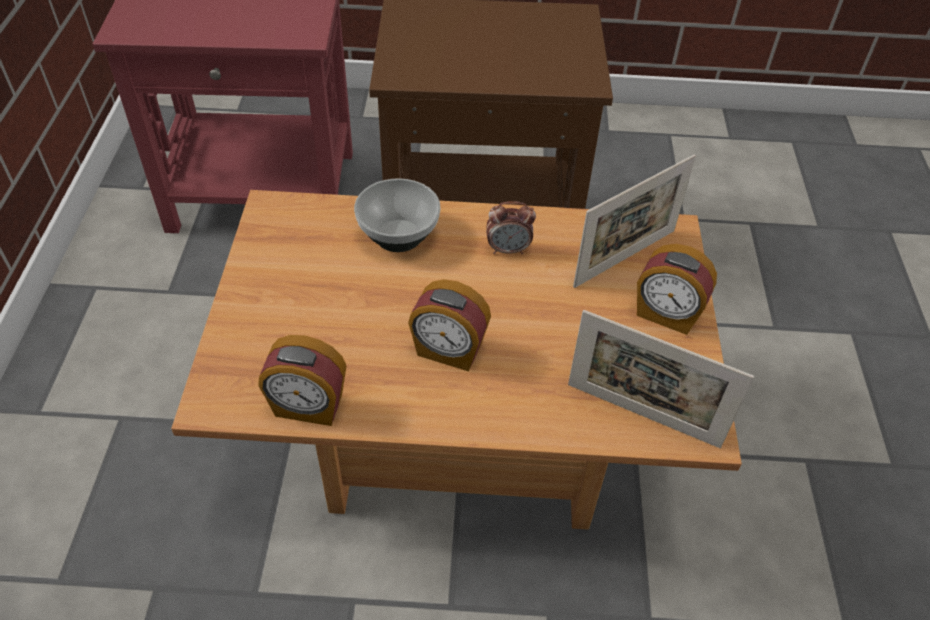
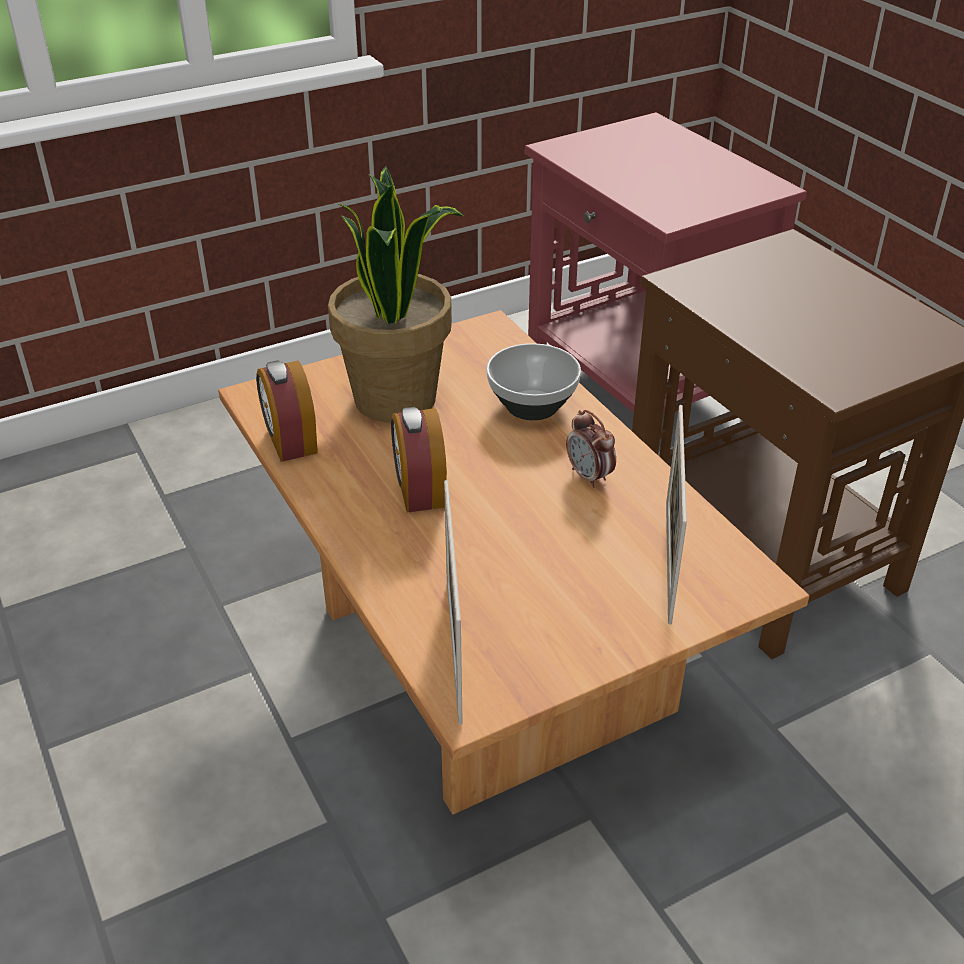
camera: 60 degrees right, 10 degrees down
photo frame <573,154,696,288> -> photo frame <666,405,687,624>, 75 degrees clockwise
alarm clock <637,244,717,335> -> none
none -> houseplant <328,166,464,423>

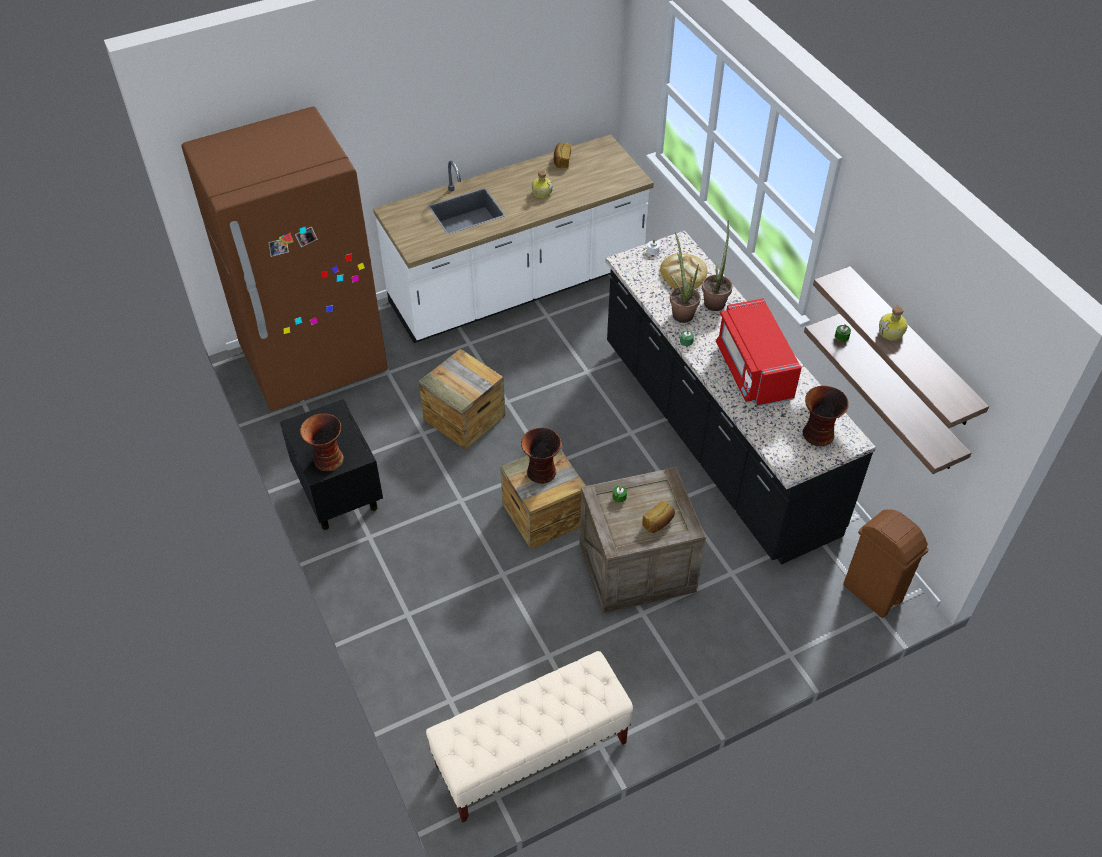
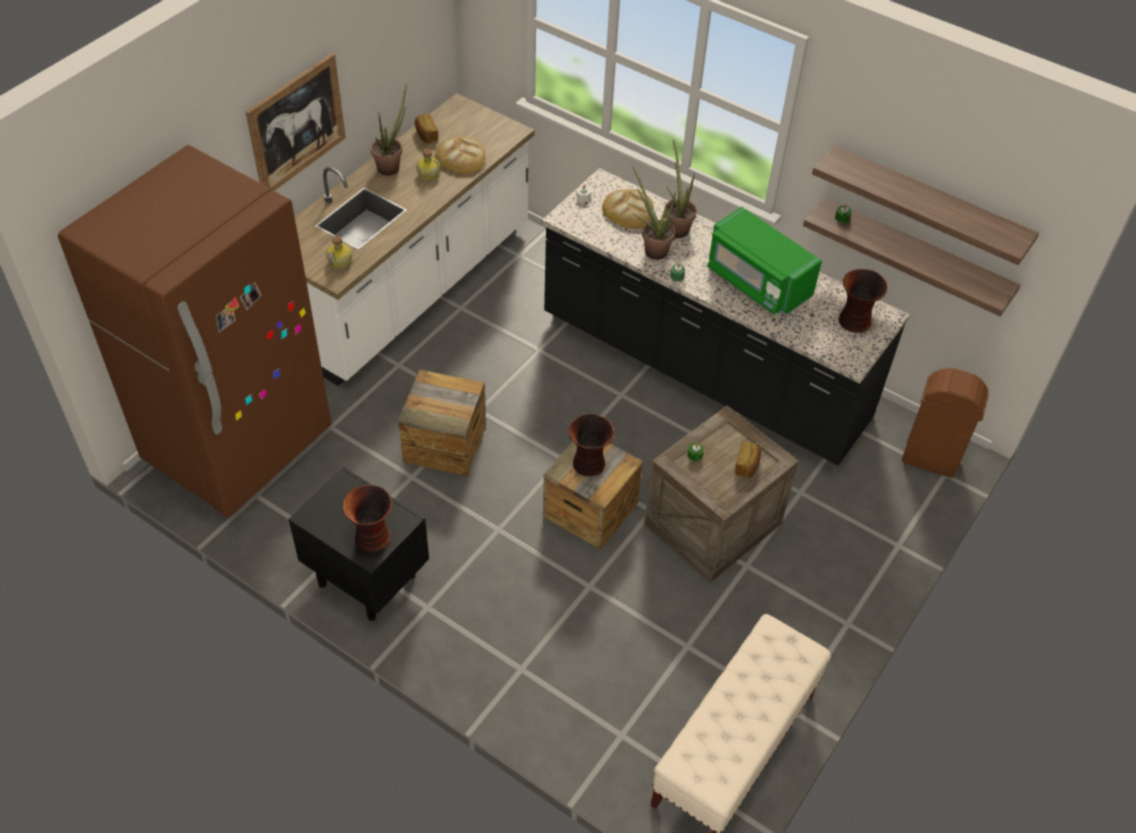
camera: 30 degrees left, 0 degrees up
red-coloured microwave <716,298,802,407> -> green microwave <707,207,822,315>
drink bottle <879,306,908,341> -> drink bottle <326,236,352,269>, moved
none -> picture <246,53,346,191>
none -> houseplant <371,83,407,176>
none -> baked bread <435,136,486,174>

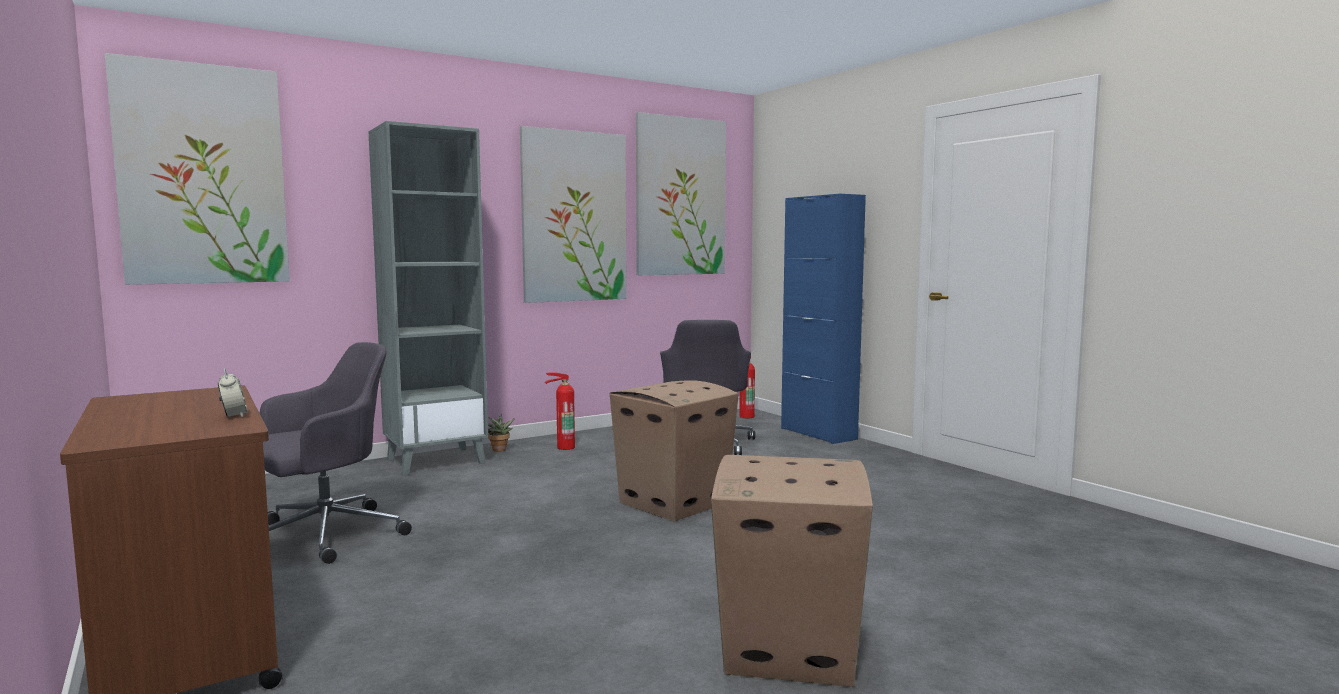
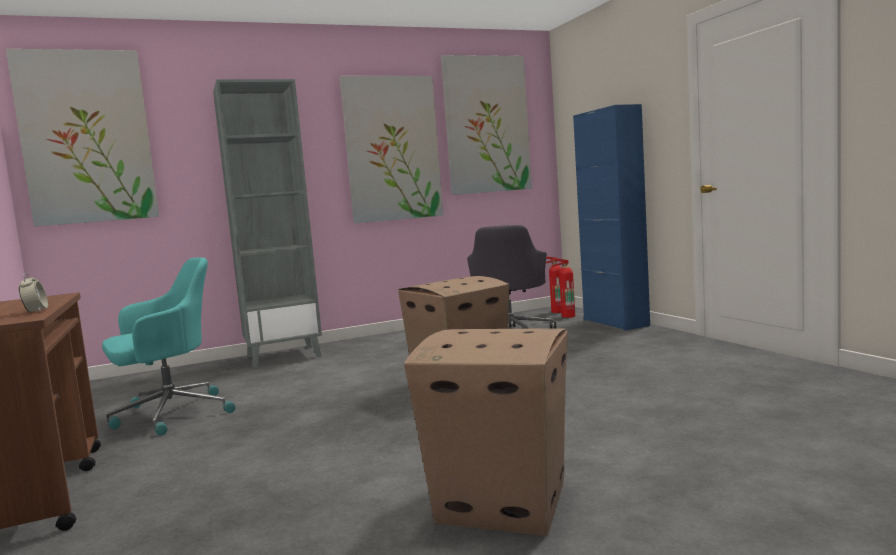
camera: 10 degrees right, 0 degrees up
grey desk chair <260,342,412,564> -> turquoise desk chair <102,257,235,436>
houseplant <488,414,515,452> -> none
fire extinguisher <545,372,575,450> -> fire extinguisher <551,259,575,318>, moved

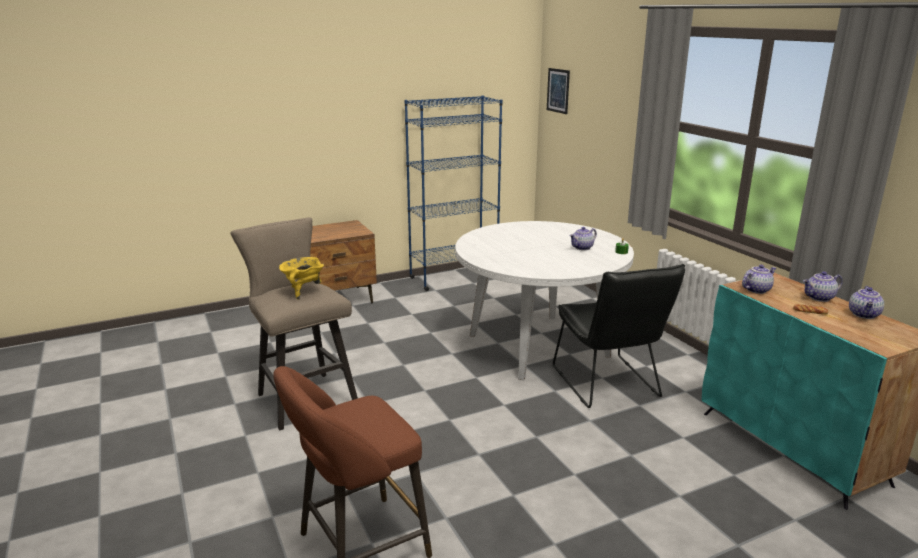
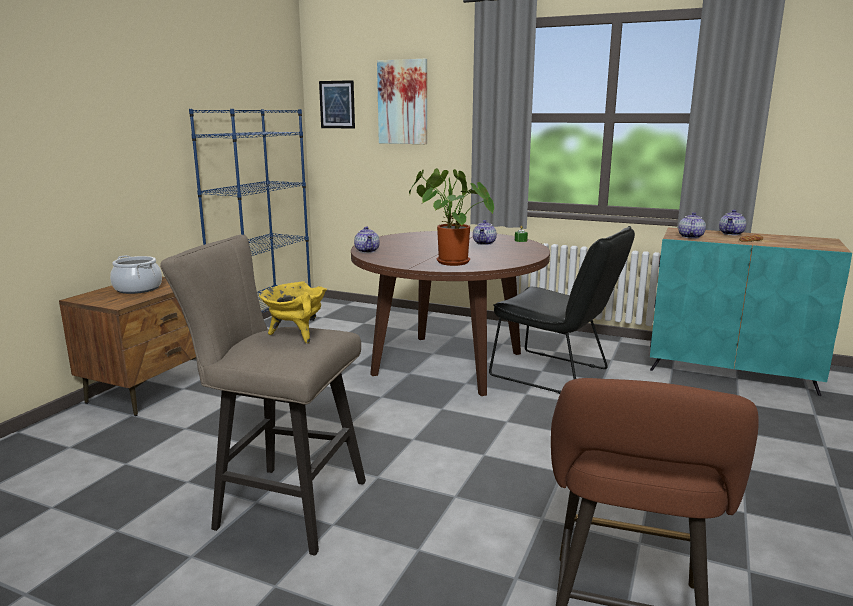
camera: 40 degrees left, 5 degrees down
whitish dinner table <455,221,634,380> -> brown dinner table <351,231,550,396>
pot for tea <849,286,884,319> -> pot for tea <354,227,380,253>, moved
none -> cooking pot <110,255,162,294>
none -> picture <377,59,427,144>
none -> houseplant <409,168,494,266>

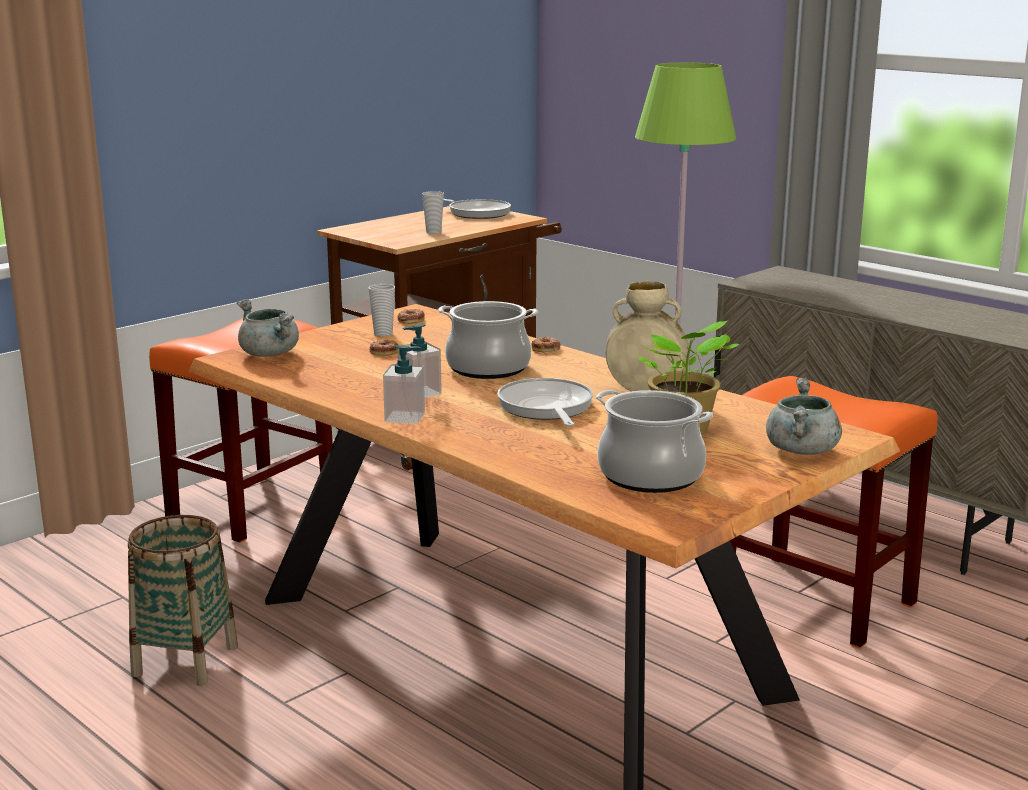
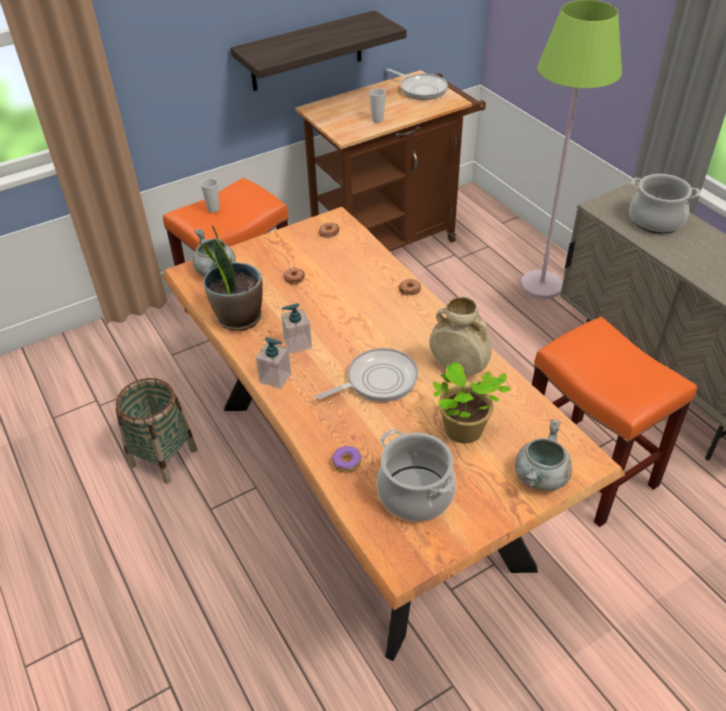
camera: 15 degrees right, 25 degrees up
drinking cup <369,284,395,336> -> drinking cup <200,178,220,213>, moved
cooking pot <438,301,538,379> -> cooking pot <629,174,701,233>, moved
pan <497,378,593,427> -> pan <316,348,418,402>, 60 degrees clockwise
none -> houseplant <200,225,263,331>
none -> shelf <231,10,407,91>
none -> ring doughnut <332,445,361,473>

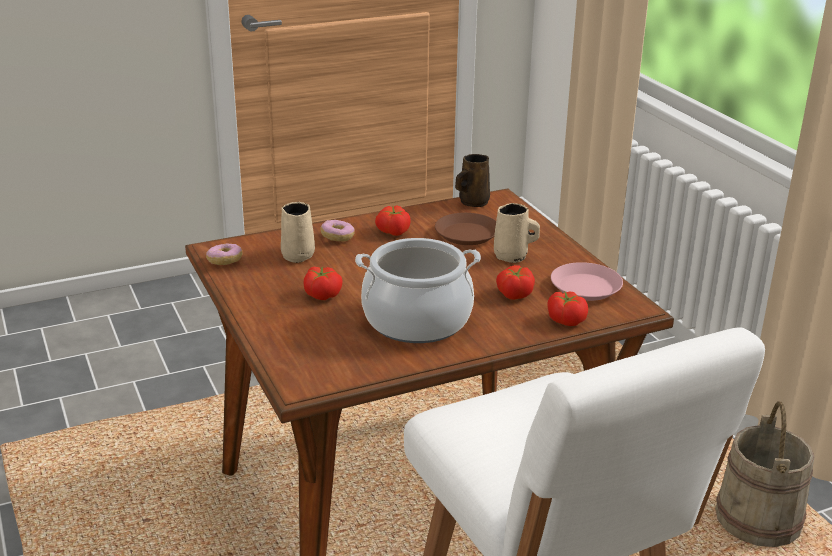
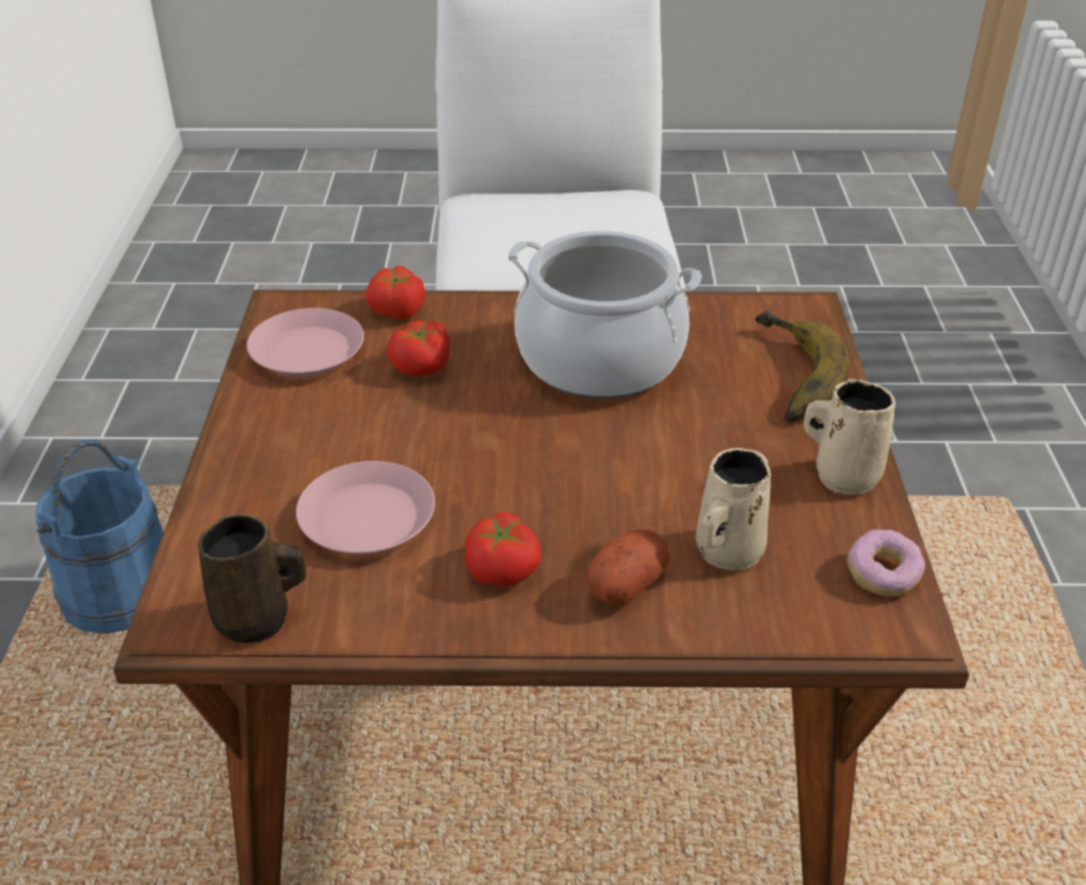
camera: 155 degrees left, 10 degrees up
whole tomato <303,266,342,300> -> none
ring doughnut <320,220,355,241> -> whole potato <586,529,670,606>
brown dinner plate <435,213,496,245> -> pink dinner plate <296,461,435,554>
beige-coloured coffee mug <494,203,540,263> -> beige-coloured coffee mug <804,379,895,495>, moved
beige-coloured pail <715,402,815,547> -> bluish pail <35,439,163,634>
none -> banana fruit <755,310,850,422>

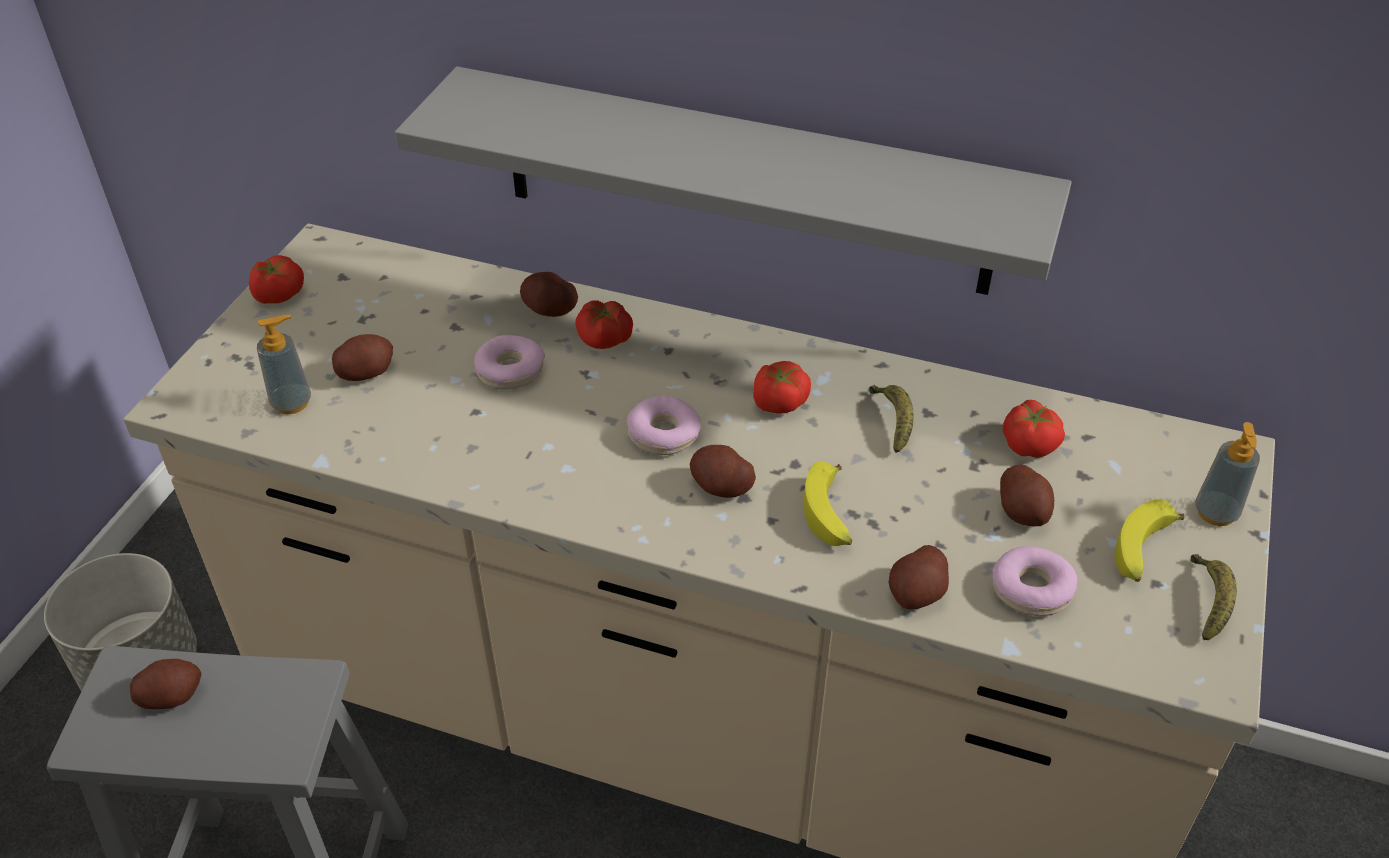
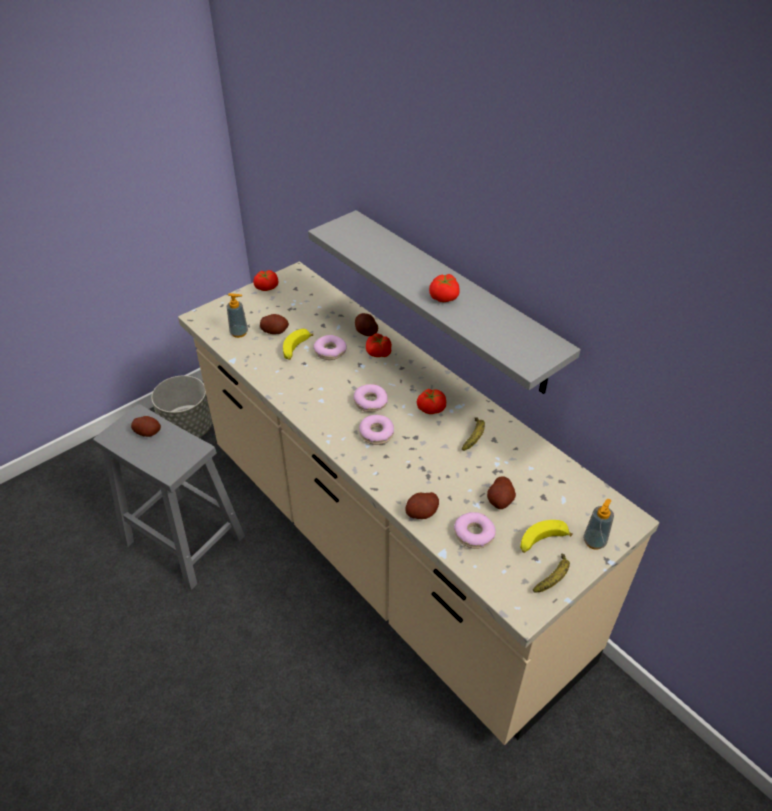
camera: 30 degrees right, 0 degrees up
whole potato <690,445,756,498> -> ring doughnut <359,415,394,445>
banana fruit <804,461,852,546> -> banana fruit <283,329,313,360>, moved
whole tomato <1003,400,1065,458> -> whole tomato <429,274,460,302>, moved

